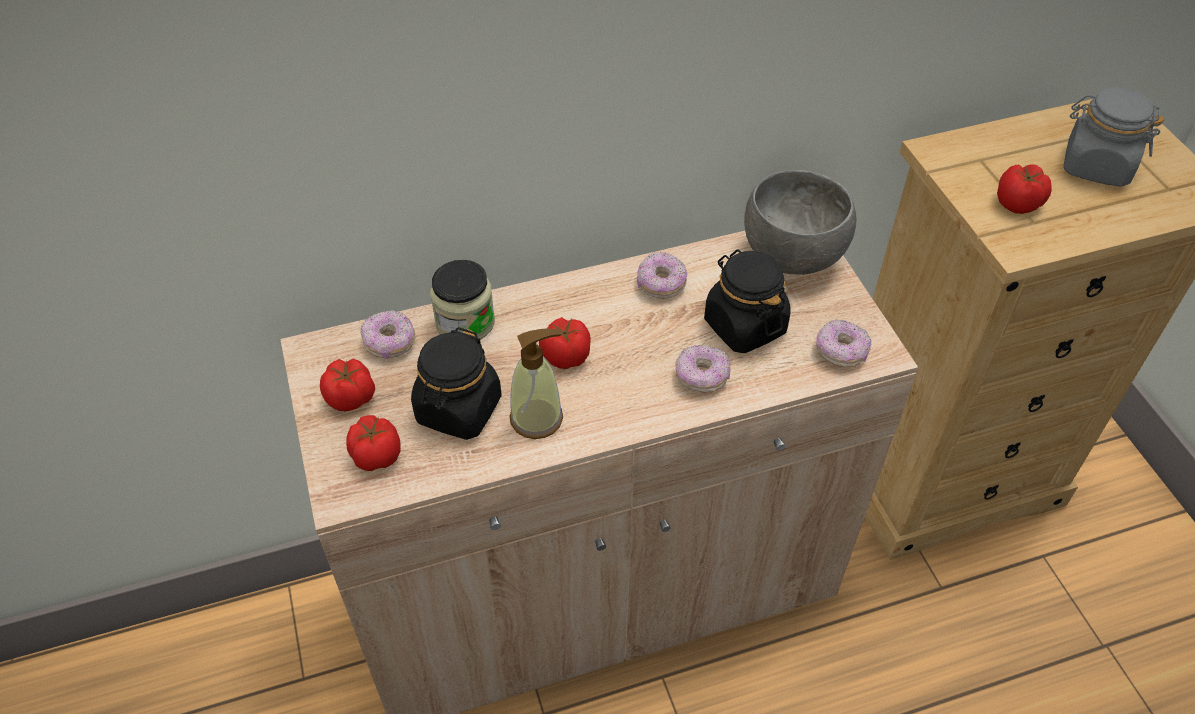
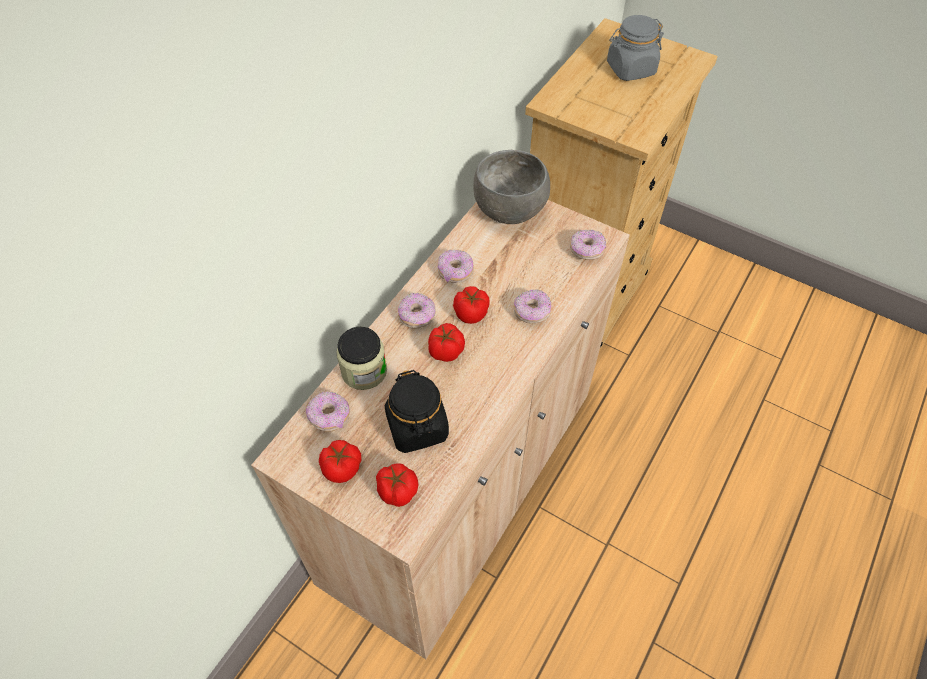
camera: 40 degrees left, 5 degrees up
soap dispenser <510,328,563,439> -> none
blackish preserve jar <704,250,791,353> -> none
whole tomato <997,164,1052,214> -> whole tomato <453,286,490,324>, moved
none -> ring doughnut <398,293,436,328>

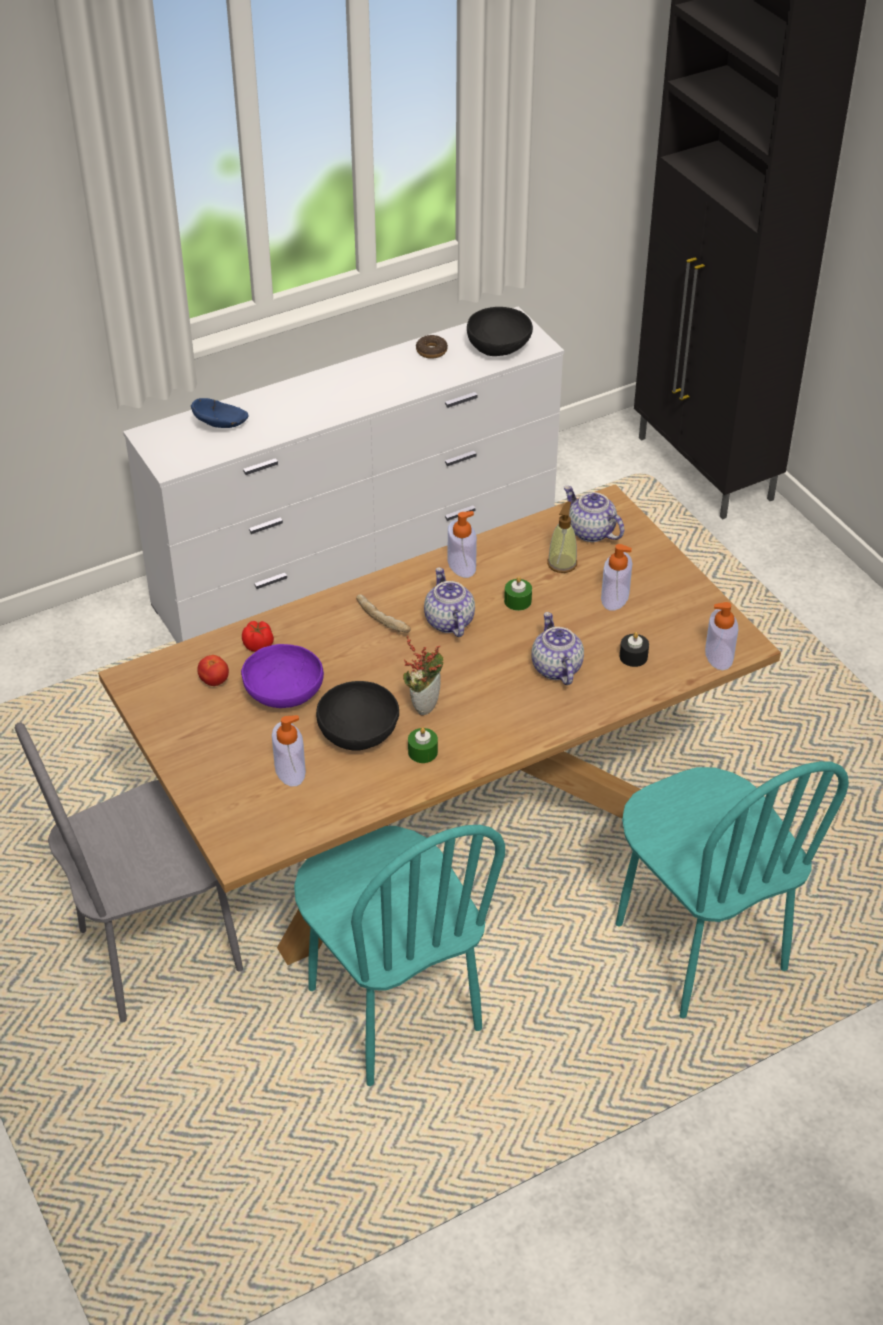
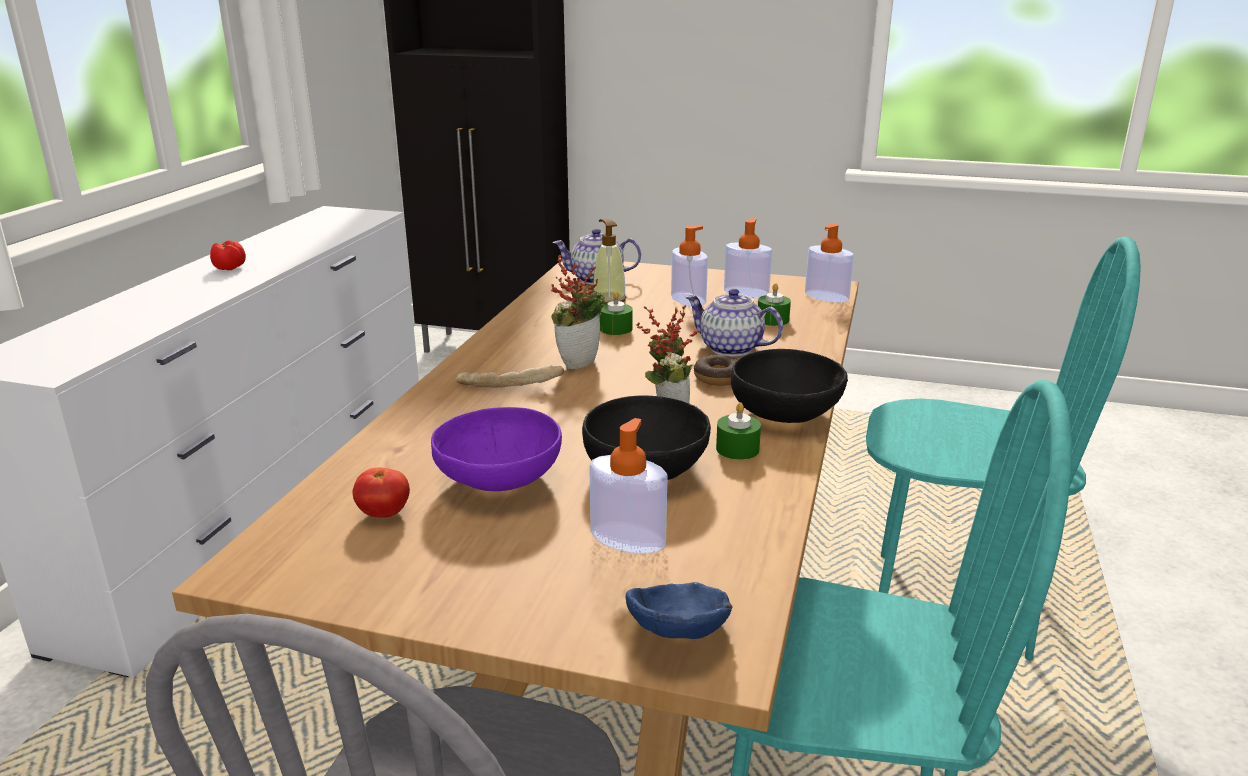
camera: 45 degrees left, 20 degrees down
bluish bowl <191,398,248,428> -> bluish bowl <625,582,732,639>, moved
whole tomato <242,621,274,652> -> whole tomato <210,240,246,270>, moved
ring doughnut <416,335,448,359> -> ring doughnut <694,355,737,386>, moved
pot for tea <424,567,475,637> -> houseplant <551,255,605,369>
soap dispenser <448,511,477,578> -> soap dispenser <724,218,772,297>, moved
blackish bowl <467,307,533,356> -> blackish bowl <731,349,848,423>, moved
blackish wax candle <620,632,649,667> -> green wax candle <758,283,791,326>

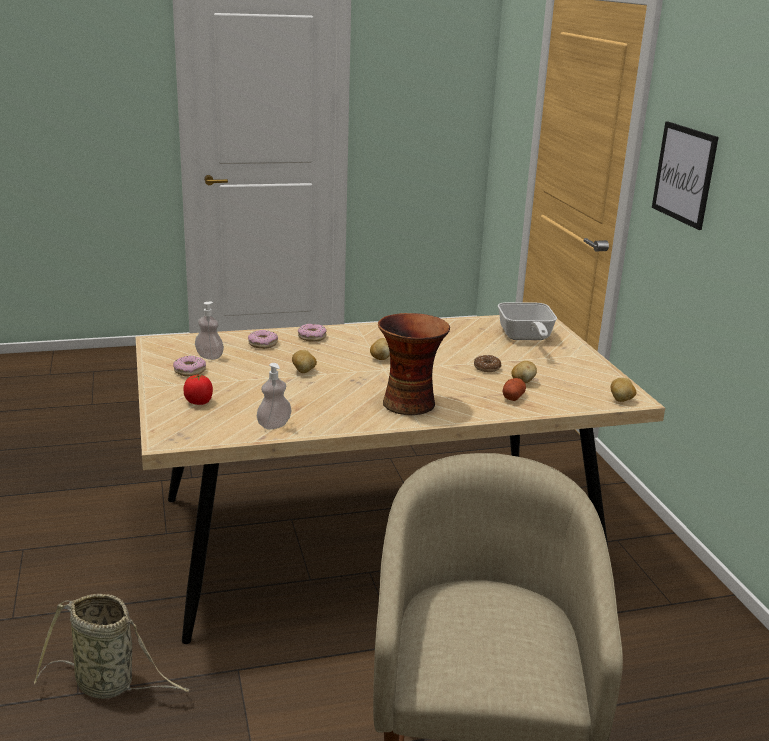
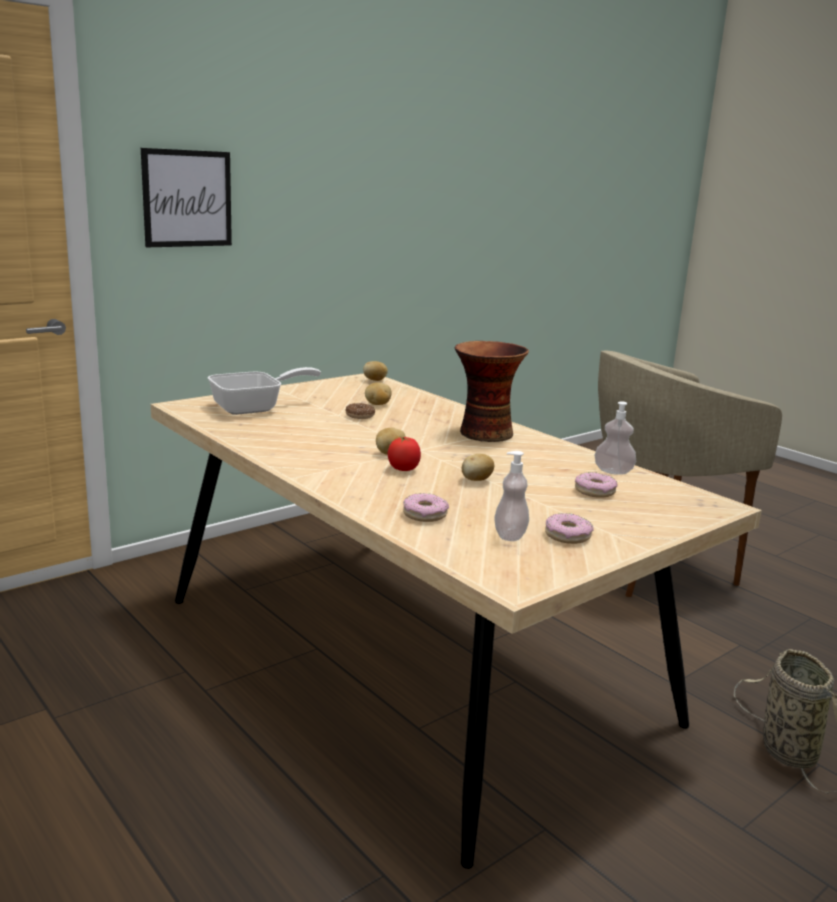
camera: 115 degrees left, 5 degrees down
whole tomato <183,375,213,405> -> whole tomato <388,437,421,471>, moved
ring doughnut <298,324,327,342> -> ring doughnut <575,472,617,498>, moved
whole potato <503,378,526,401> -> none

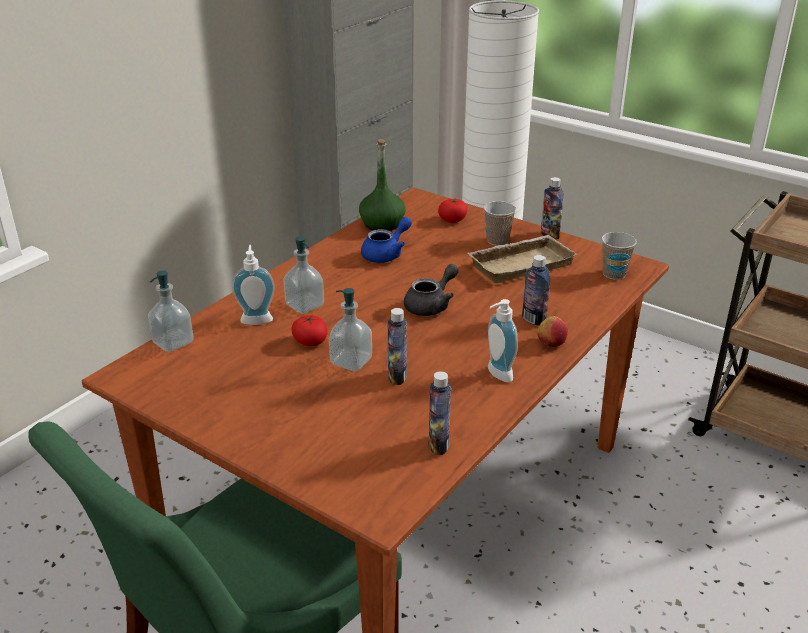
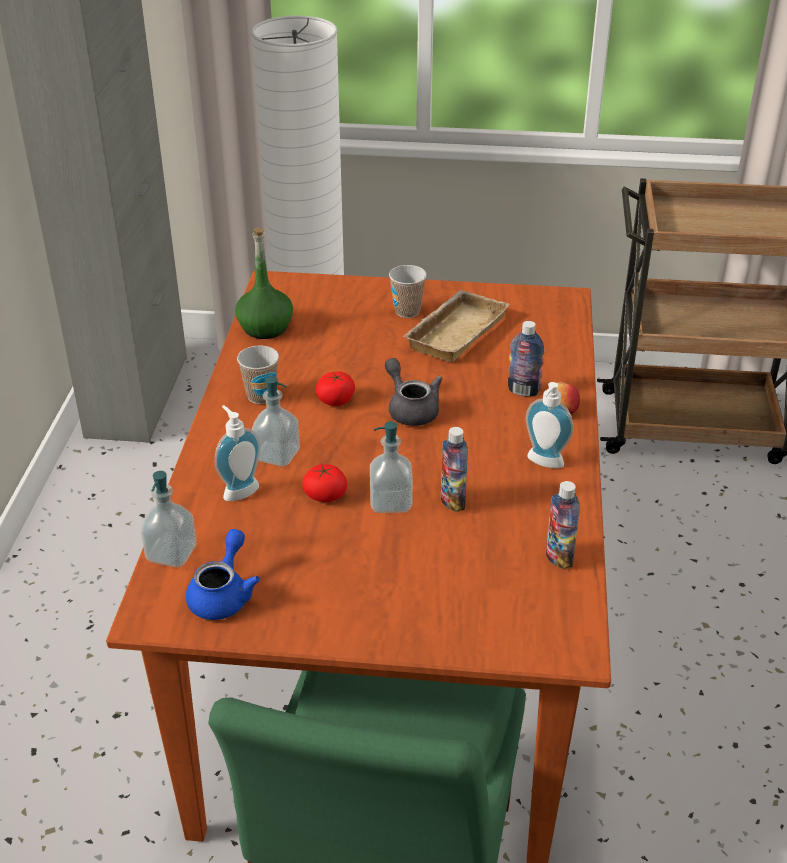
camera: 30 degrees left, 5 degrees up
bluish pot for tea <361,217,412,263> -> bluish pot for tea <186,529,260,620>, moved
grey pot for tea <404,264,459,316> -> grey pot for tea <385,358,443,426>, 45 degrees counterclockwise
whole tomato <438,199,468,223> -> whole tomato <316,371,355,406>, moved
drink bottle <541,177,564,240> -> none
drinking cup <602,232,637,280> -> drinking cup <237,345,279,404>, moved

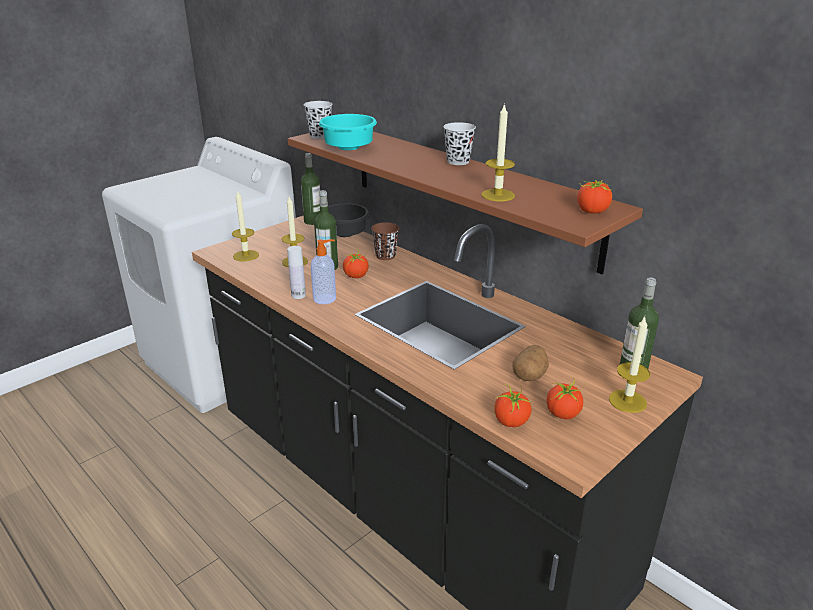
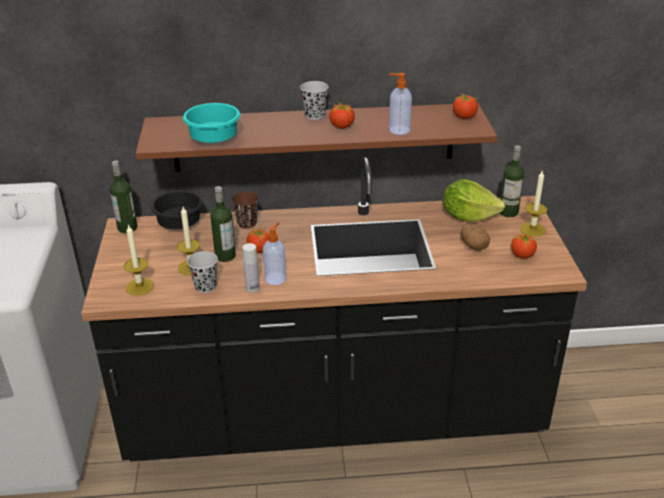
camera: 50 degrees left, 5 degrees up
blackish drinking cup <304,101,332,139> -> blackish drinking cup <187,251,218,293>, moved
wax candle <481,103,515,201> -> soap dispenser <389,73,412,135>
whole tomato <494,384,532,427> -> whole tomato <330,100,355,129>, moved
none -> lettuce head <443,179,506,222>

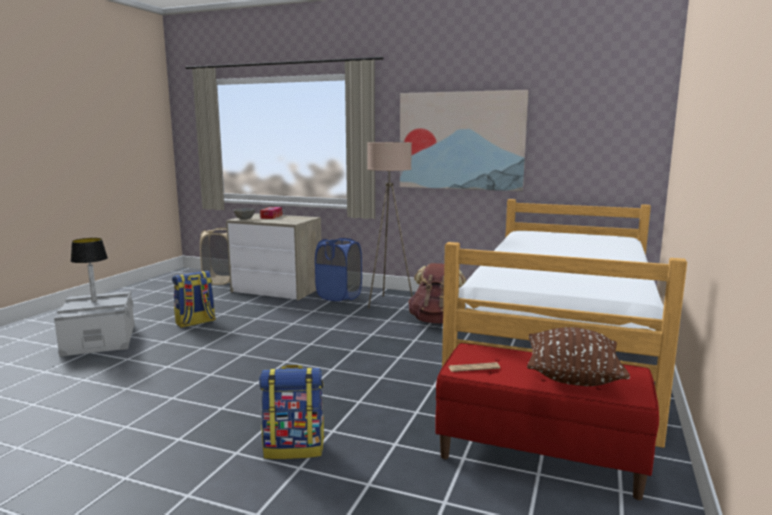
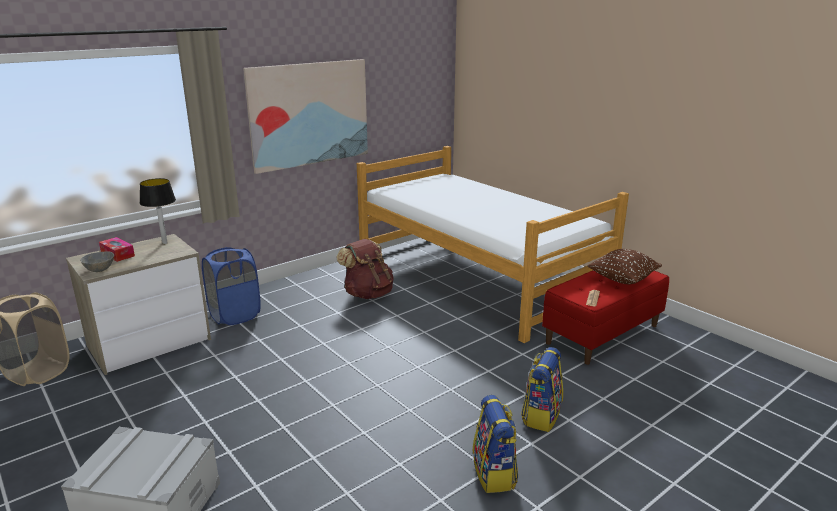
camera: 60 degrees left, 10 degrees up
tabletop lamp <71,238,108,302> -> tabletop lamp <140,178,176,244>, moved
backpack <172,271,216,328> -> backpack <473,395,518,493>, moved
beige-coloured standing lamp <367,142,413,309> -> none

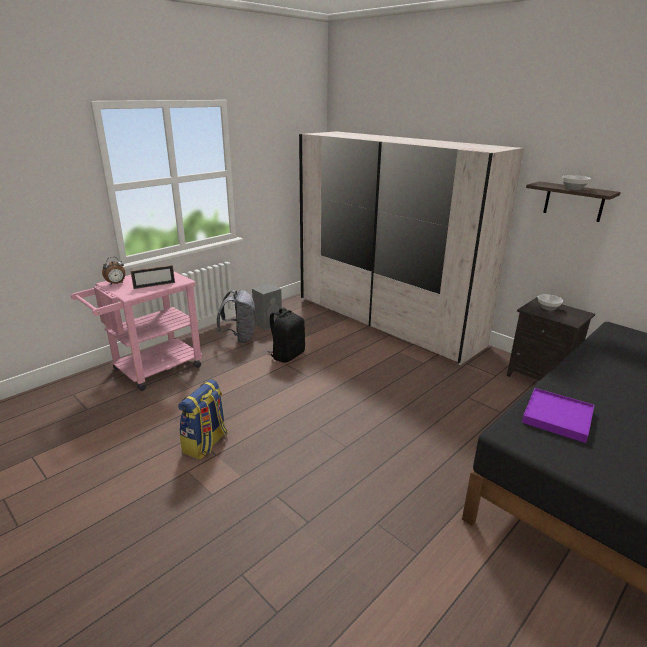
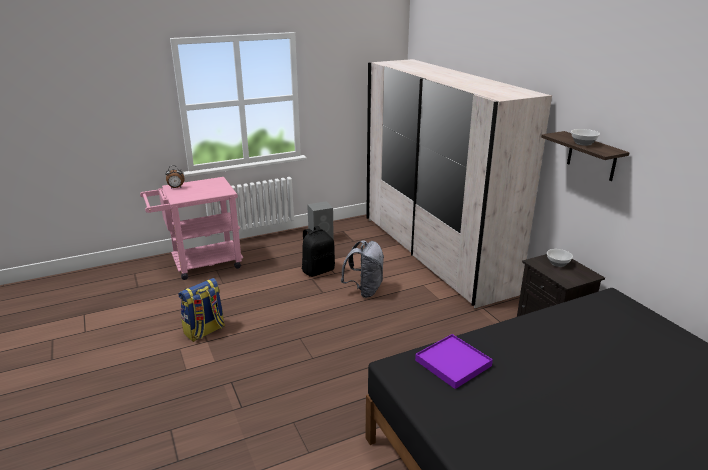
camera: 20 degrees right, 0 degrees up
photo frame <131,265,175,289> -> none
grey backpack <217,290,255,343> -> grey backpack <341,240,384,298>, moved

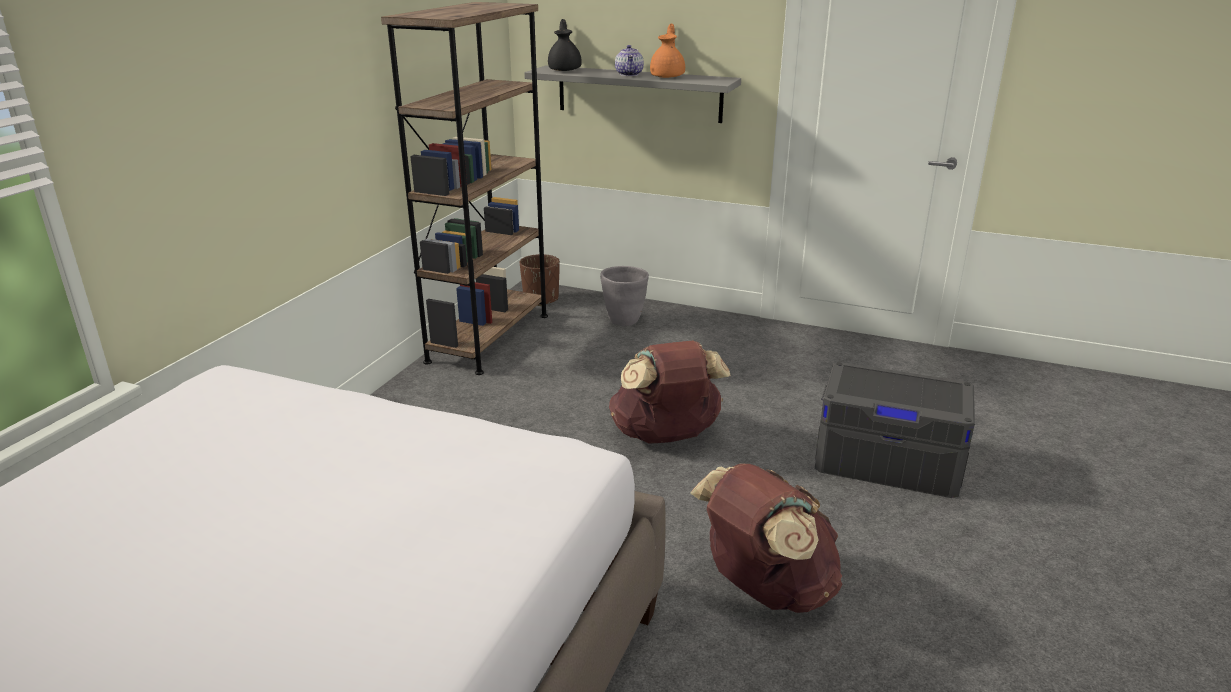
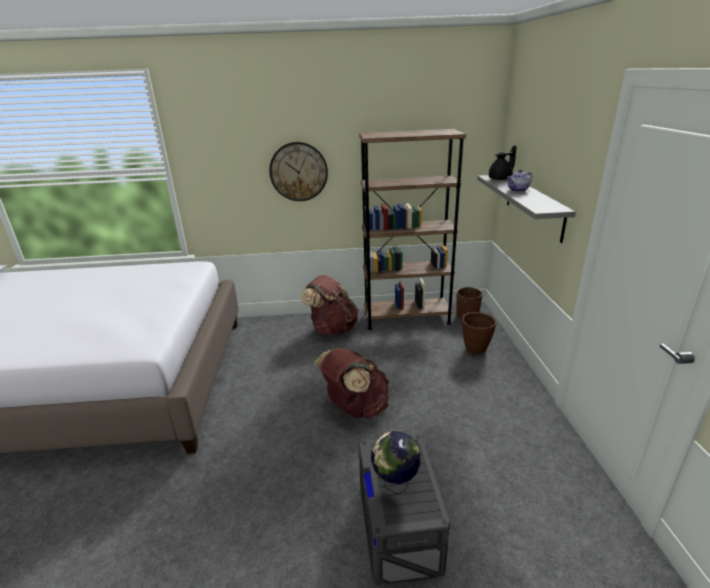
camera: 65 degrees right, 0 degrees up
grey planter <600,266,649,326> -> brown planter <462,312,496,354>
orangey pot for tea <650,23,685,78> -> none
brown backpack <690,464,842,613> -> brown backpack <301,275,359,335>, moved
none -> hanging clock <269,142,328,201>
none -> globe <371,431,420,494>

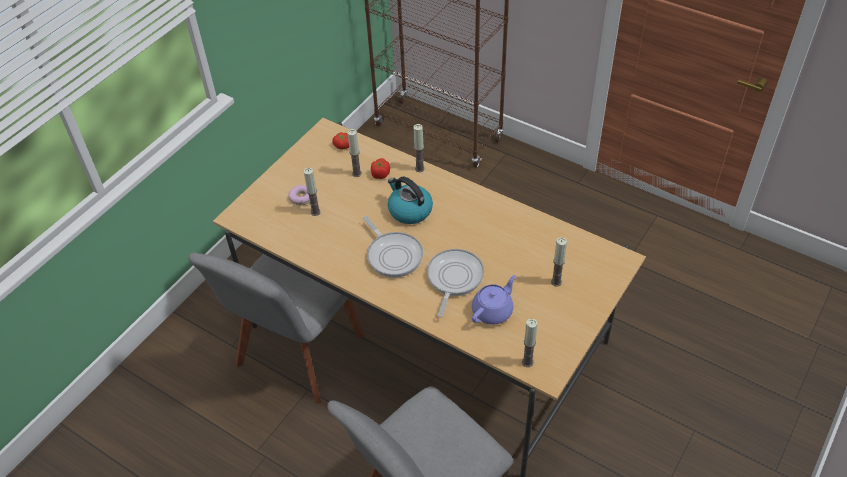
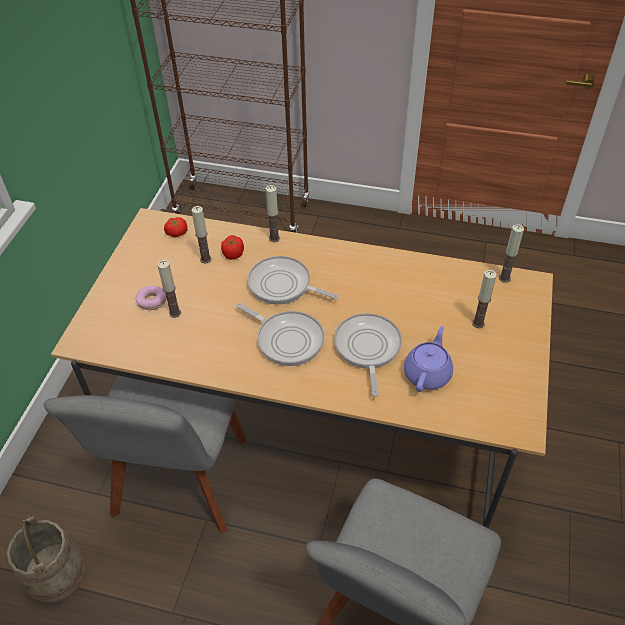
camera: 20 degrees left, 0 degrees up
tea kettle <388,177,433,224> -> pan <248,256,339,304>
wax candle <522,318,537,367> -> wax candle <499,224,524,283>, moved
none -> beige-coloured pail <7,515,86,603>

